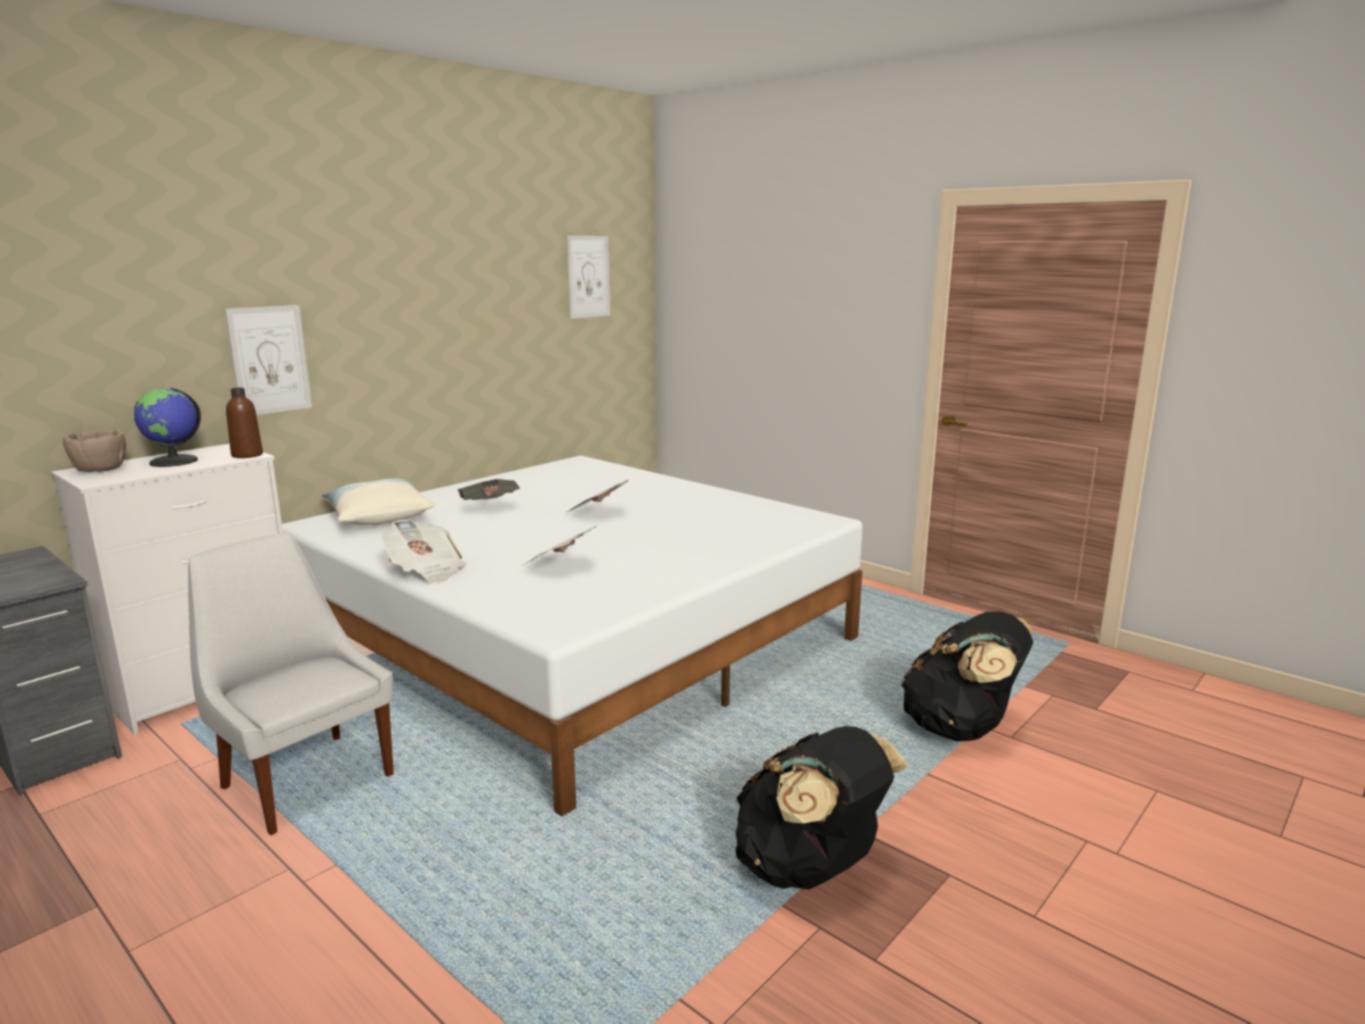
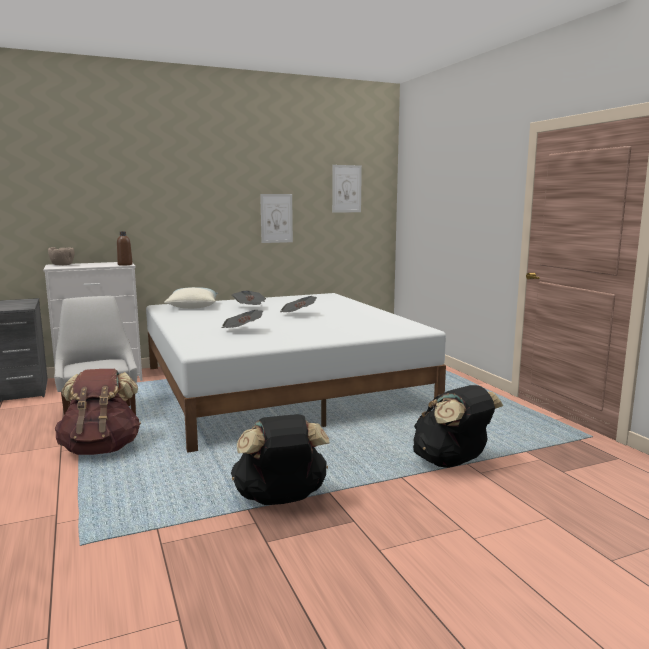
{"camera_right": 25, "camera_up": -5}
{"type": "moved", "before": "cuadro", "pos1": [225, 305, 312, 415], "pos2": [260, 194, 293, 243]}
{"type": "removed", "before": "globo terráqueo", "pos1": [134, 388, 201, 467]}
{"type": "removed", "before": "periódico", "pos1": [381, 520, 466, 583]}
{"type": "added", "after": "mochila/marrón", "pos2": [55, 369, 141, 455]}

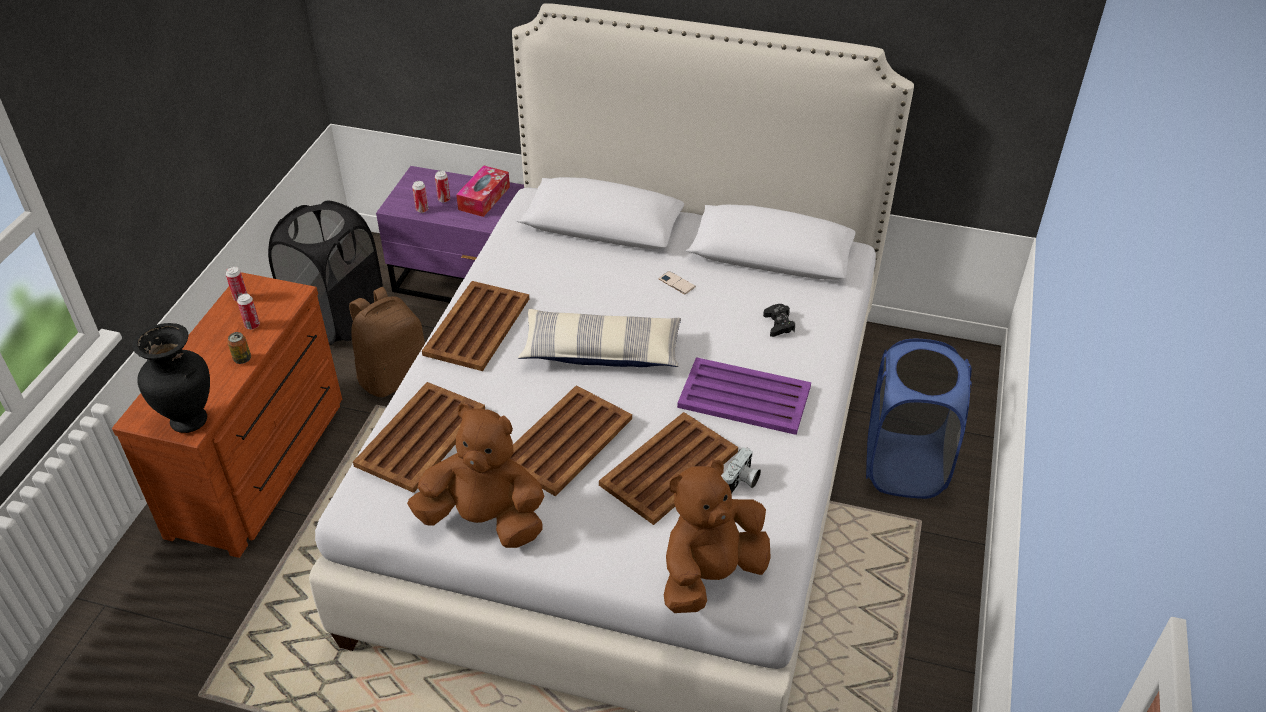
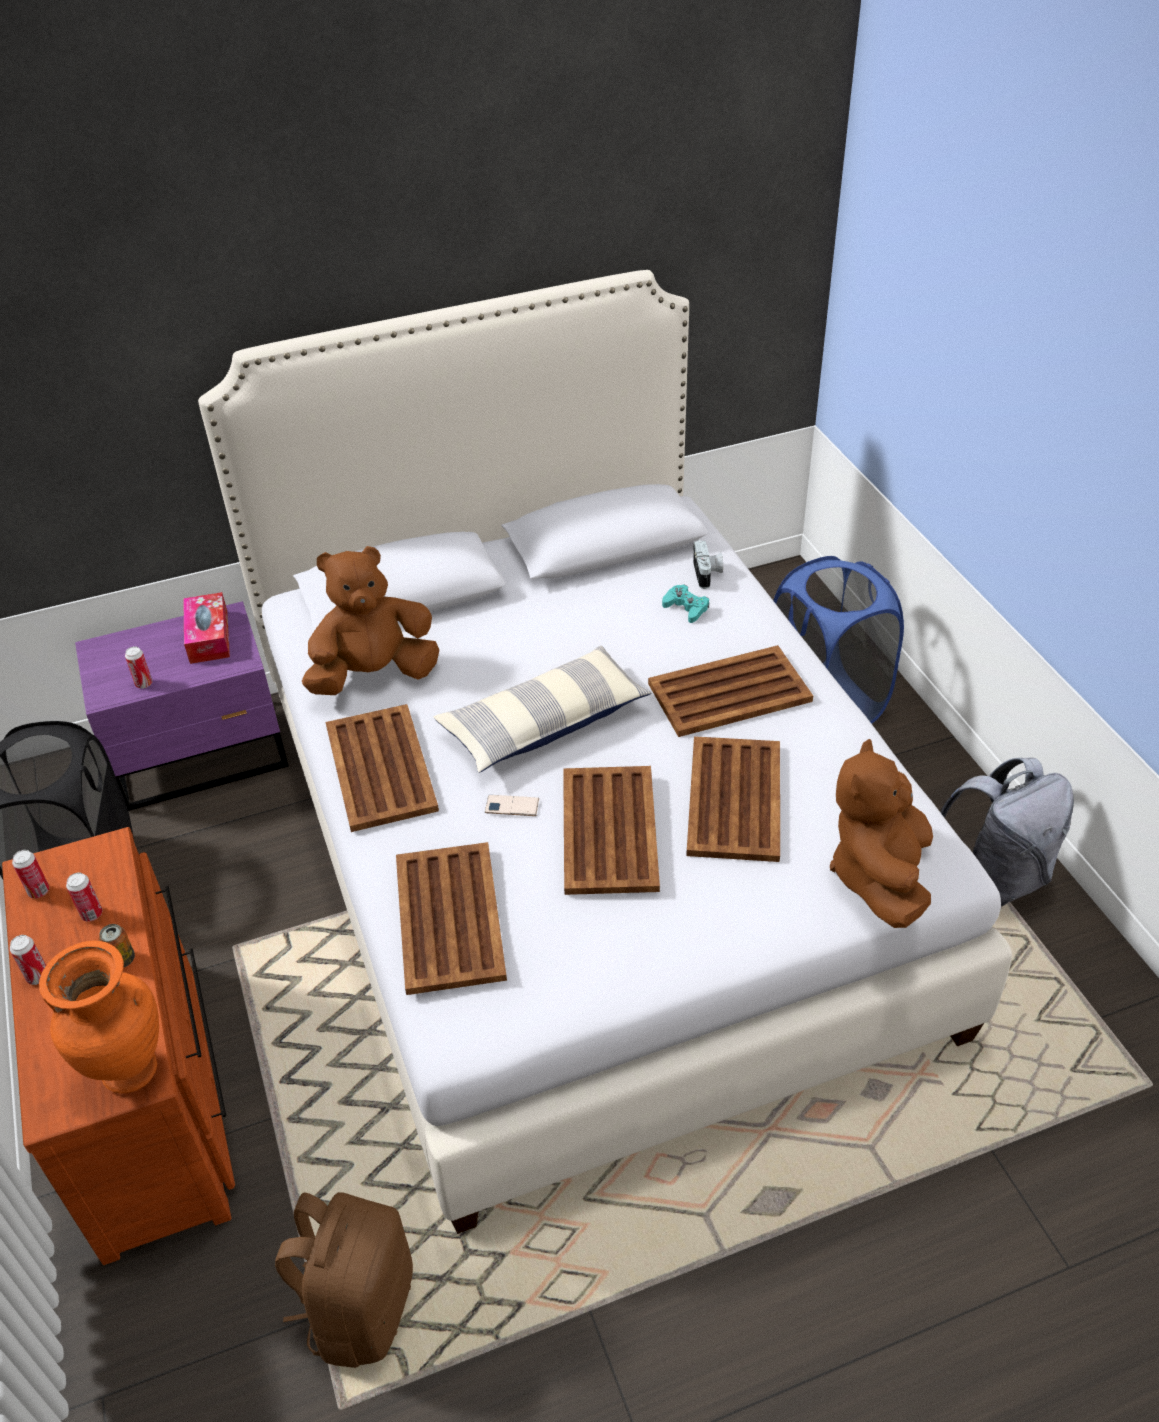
{"camera_right": -35, "camera_up": 0}
{"type": "moved", "before": "lata", "pos1": [435, 171, 450, 203], "pos2": [10, 935, 46, 985]}
{"type": "moved", "before": "móvil", "pos1": [658, 271, 696, 294], "pos2": [485, 795, 539, 816]}
{"type": "moved", "before": "mochila/marrón", "pos1": [349, 287, 425, 397], "pos2": [275, 1192, 413, 1368]}
{"type": "recoloured", "before": "mando de consola/negro", "after": "mando de consola/turquesa", "pos1": [763, 304, 795, 337], "pos2": [662, 585, 709, 623]}
{"type": "recoloured", "before": "florero/negro", "after": "florero/naranja", "pos1": [133, 323, 210, 433], "pos2": [39, 941, 159, 1093]}
{"type": "recoloured", "before": "bandeja/morado", "after": "bandeja/marrón", "pos1": [677, 357, 811, 435], "pos2": [648, 645, 813, 737]}
{"type": "moved", "before": "peluche/marrón", "pos1": [407, 404, 544, 548], "pos2": [302, 546, 439, 695]}
{"type": "moved", "before": "cámara", "pos1": [723, 447, 761, 494], "pos2": [693, 540, 723, 589]}
{"type": "added", "after": "mochila/gris", "pos2": [940, 757, 1074, 907]}

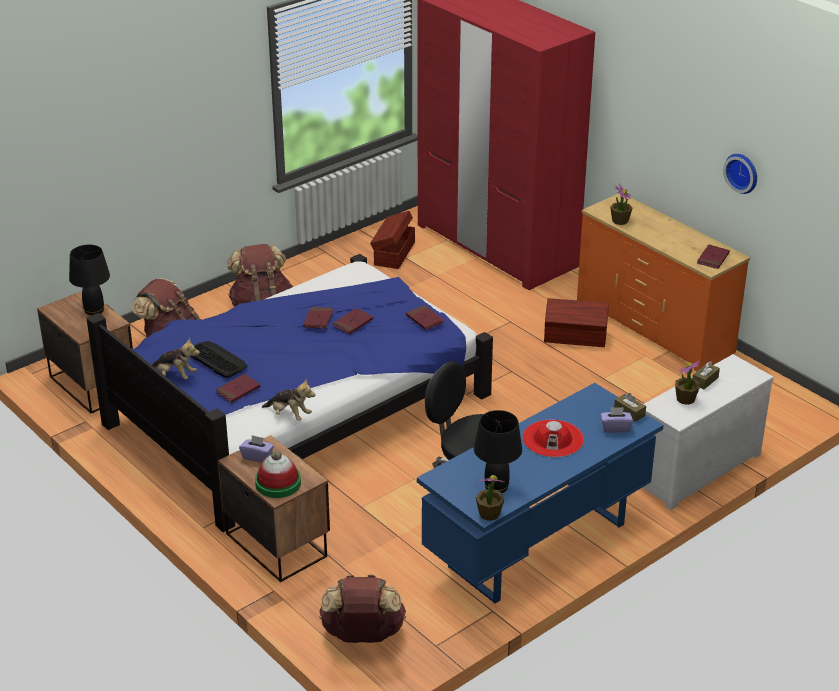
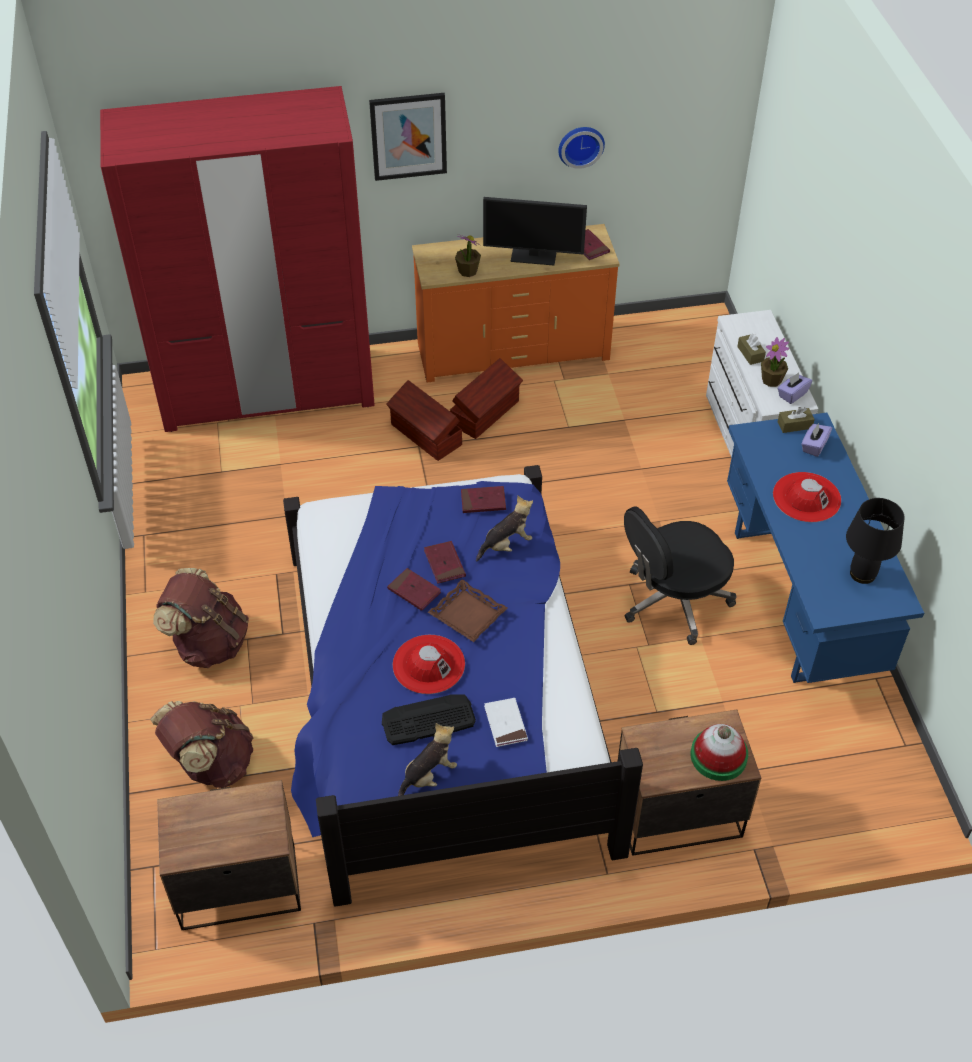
{"camera_right": -60, "camera_up": 15}
{"type": "moved", "before": "caja de almacenaje/marrón", "pos1": [370, 211, 415, 269], "pos2": [387, 380, 462, 461]}
{"type": "removed", "before": "lámpara de mesa/negro", "pos1": [69, 245, 110, 315]}
{"type": "recoloured", "before": "libro/rojo", "after": "libro/blanco", "pos1": [216, 374, 260, 403], "pos2": [484, 698, 528, 747]}
{"type": "moved", "before": "peluche", "pos1": [262, 380, 316, 421], "pos2": [476, 496, 533, 561]}
{"type": "moved", "before": "caja de pañuelos/morado", "pos1": [239, 435, 274, 463], "pos2": [777, 373, 812, 404]}
{"type": "removed", "before": "planta en maceta", "pos1": [476, 475, 505, 521]}
{"type": "removed", "before": "mochila/marrón", "pos1": [319, 575, 406, 643]}
{"type": "added", "after": "cuadro", "pos2": [369, 93, 447, 181]}
{"type": "added", "after": "monitor", "pos2": [483, 197, 587, 266]}
{"type": "added", "after": "bandeja/marrón", "pos2": [428, 579, 507, 642]}
{"type": "added", "after": "sombrero/rojo", "pos2": [393, 635, 465, 694]}

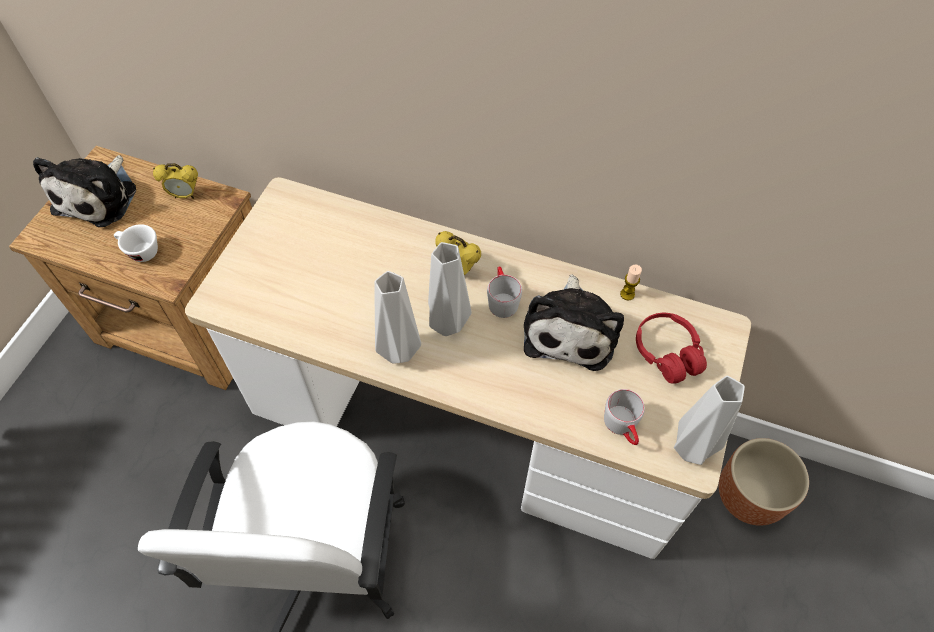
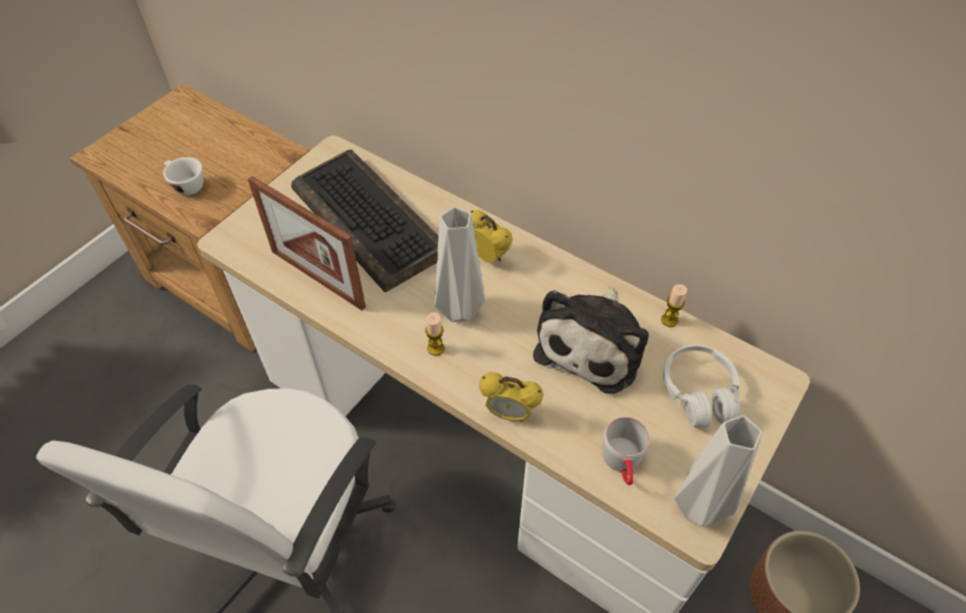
{"camera_right": 15, "camera_up": -5}
{"type": "removed", "before": "peluche", "pos1": [33, 155, 136, 227]}
{"type": "moved", "before": "despertador", "pos1": [153, 163, 198, 199], "pos2": [479, 372, 543, 422]}
{"type": "removed", "before": "taza grande/gris", "pos1": [487, 266, 522, 318]}
{"type": "removed", "before": "florero/gris", "pos1": [374, 271, 421, 364]}
{"type": "recoloured", "before": "auriculares/rojo", "after": "auriculares/blanco", "pos1": [636, 313, 707, 384], "pos2": [663, 345, 740, 428]}
{"type": "added", "after": "teclado", "pos2": [291, 149, 438, 292]}
{"type": "added", "after": "portarretratos", "pos2": [248, 176, 366, 310]}
{"type": "added", "after": "vela", "pos2": [425, 312, 445, 356]}

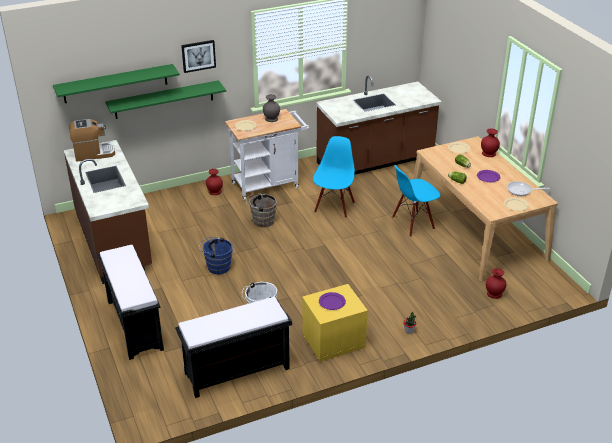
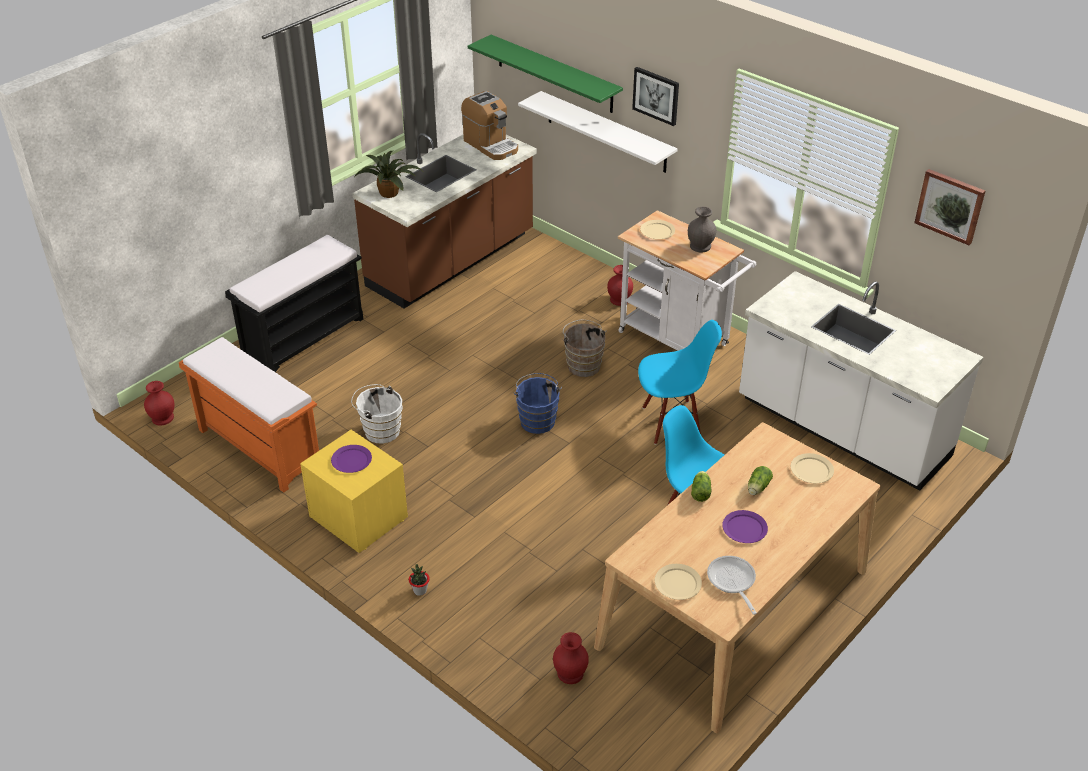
{"camera_right": 65, "camera_up": 5}
{"type": "recoloured", "before": "mueble bajo de cocina/marrón", "after": "mueble bajo de cocina/blanco", "pos1": [316, 76, 442, 174], "pos2": [739, 271, 983, 490]}
{"type": "recoloured", "before": "estante/verde", "after": "estante/blanco", "pos1": [105, 80, 226, 119], "pos2": [518, 91, 678, 173]}
{"type": "moved", "before": "florero/rojo", "pos1": [481, 128, 500, 157], "pos2": [144, 381, 175, 426]}
{"type": "moved", "before": "cubo/azul", "pos1": [199, 237, 233, 274], "pos2": [514, 373, 562, 434]}
{"type": "recoloured", "before": "banco/negro", "after": "banco/naranja", "pos1": [175, 297, 292, 398], "pos2": [179, 337, 319, 493]}
{"type": "added", "after": "planta en maceta", "pos2": [355, 151, 422, 198]}
{"type": "added", "after": "cuadro", "pos2": [914, 169, 985, 245]}

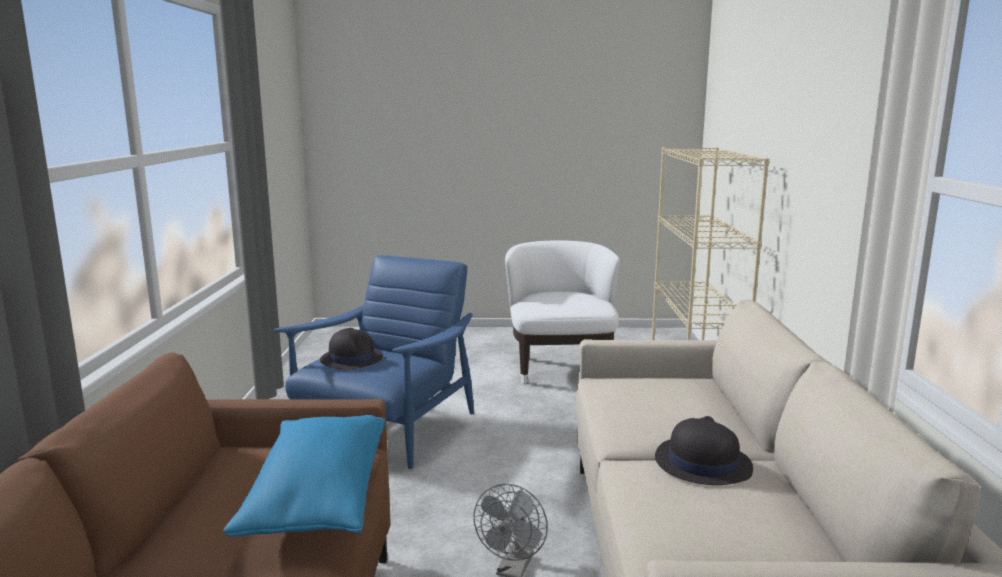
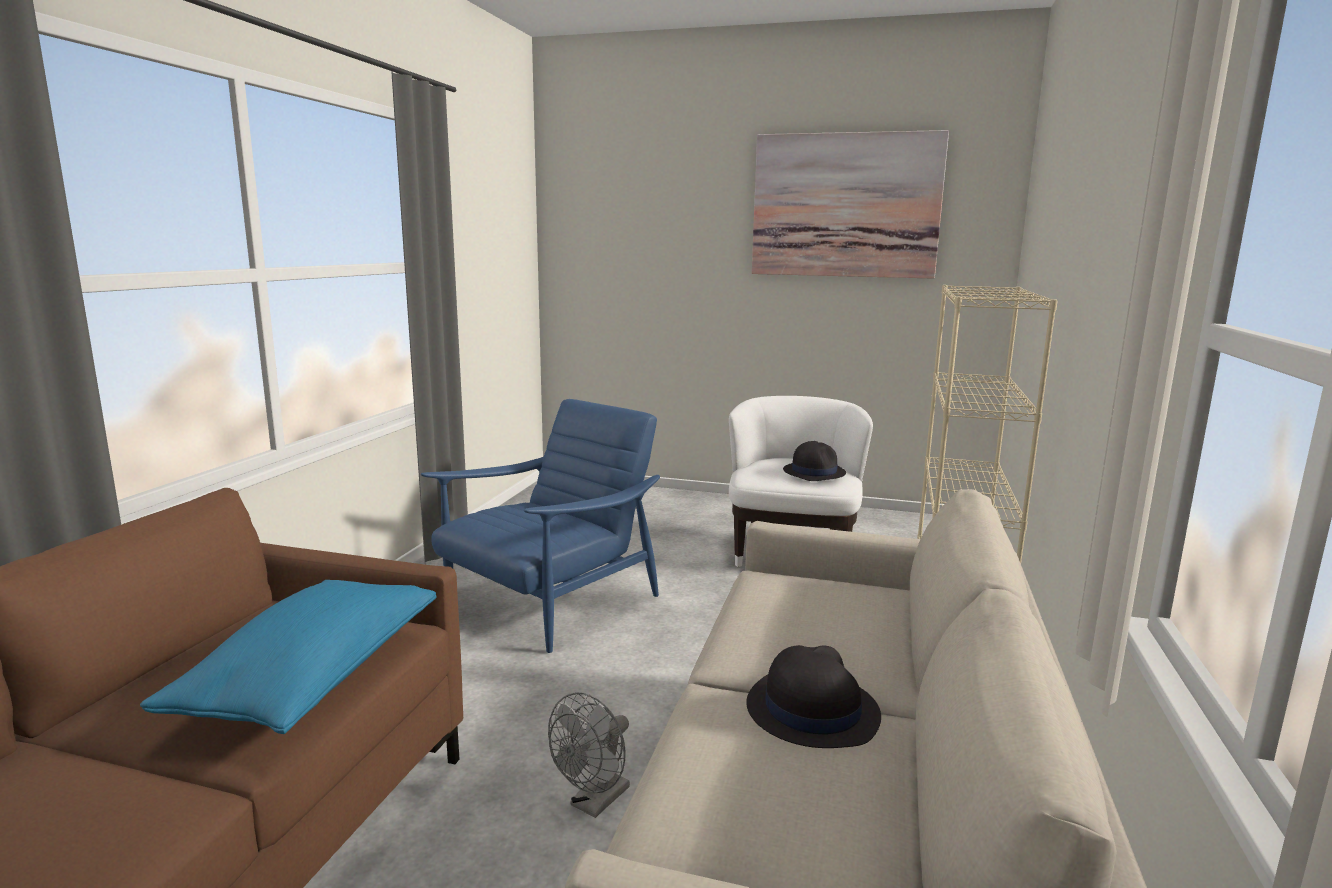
{"camera_right": 15, "camera_up": 0}
{"type": "moved", "before": "sombrero/negro", "pos1": [320, 328, 383, 370], "pos2": [783, 441, 846, 481]}
{"type": "added", "after": "cuadro", "pos2": [752, 130, 949, 279]}

